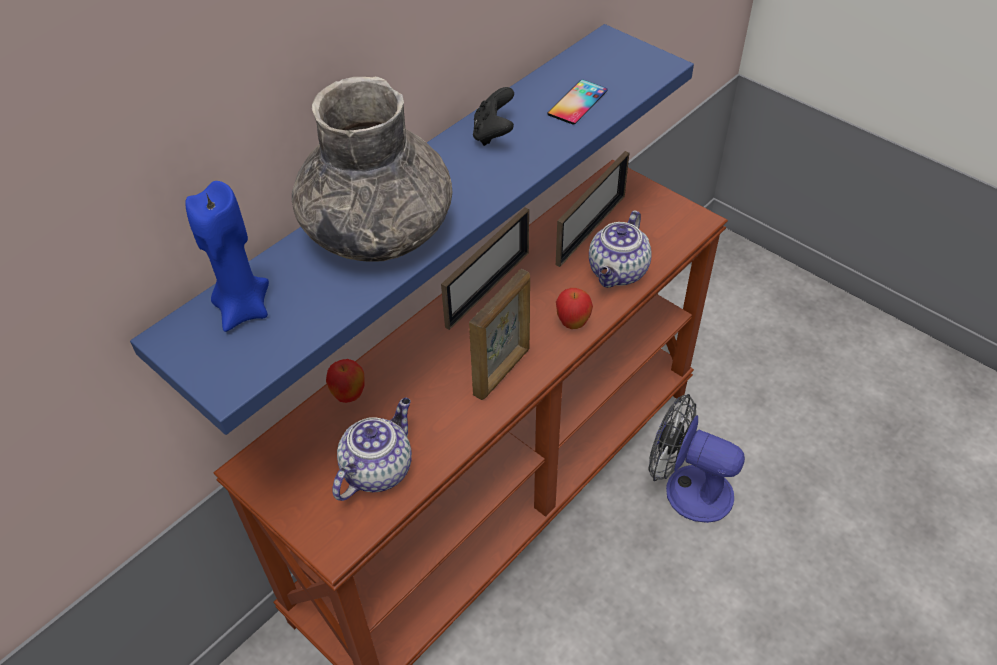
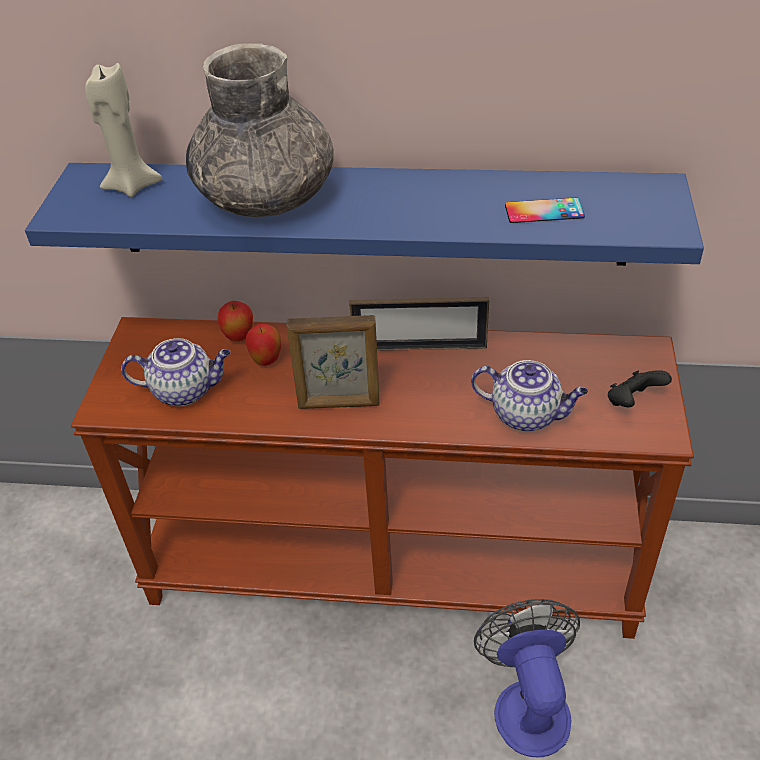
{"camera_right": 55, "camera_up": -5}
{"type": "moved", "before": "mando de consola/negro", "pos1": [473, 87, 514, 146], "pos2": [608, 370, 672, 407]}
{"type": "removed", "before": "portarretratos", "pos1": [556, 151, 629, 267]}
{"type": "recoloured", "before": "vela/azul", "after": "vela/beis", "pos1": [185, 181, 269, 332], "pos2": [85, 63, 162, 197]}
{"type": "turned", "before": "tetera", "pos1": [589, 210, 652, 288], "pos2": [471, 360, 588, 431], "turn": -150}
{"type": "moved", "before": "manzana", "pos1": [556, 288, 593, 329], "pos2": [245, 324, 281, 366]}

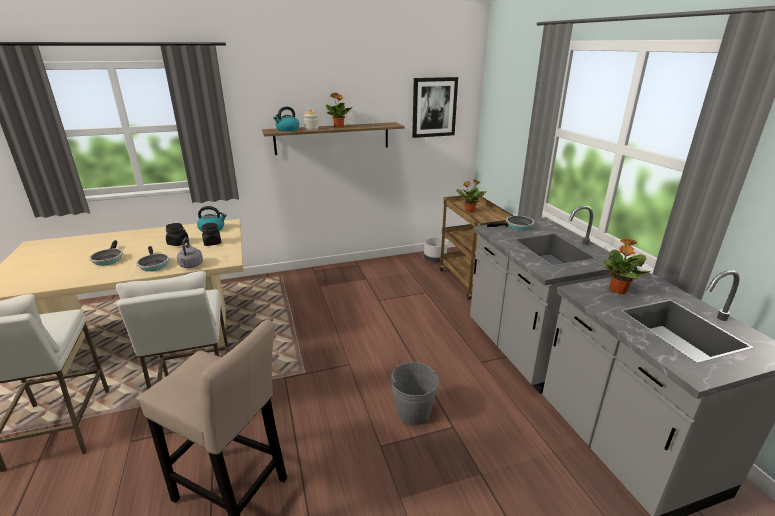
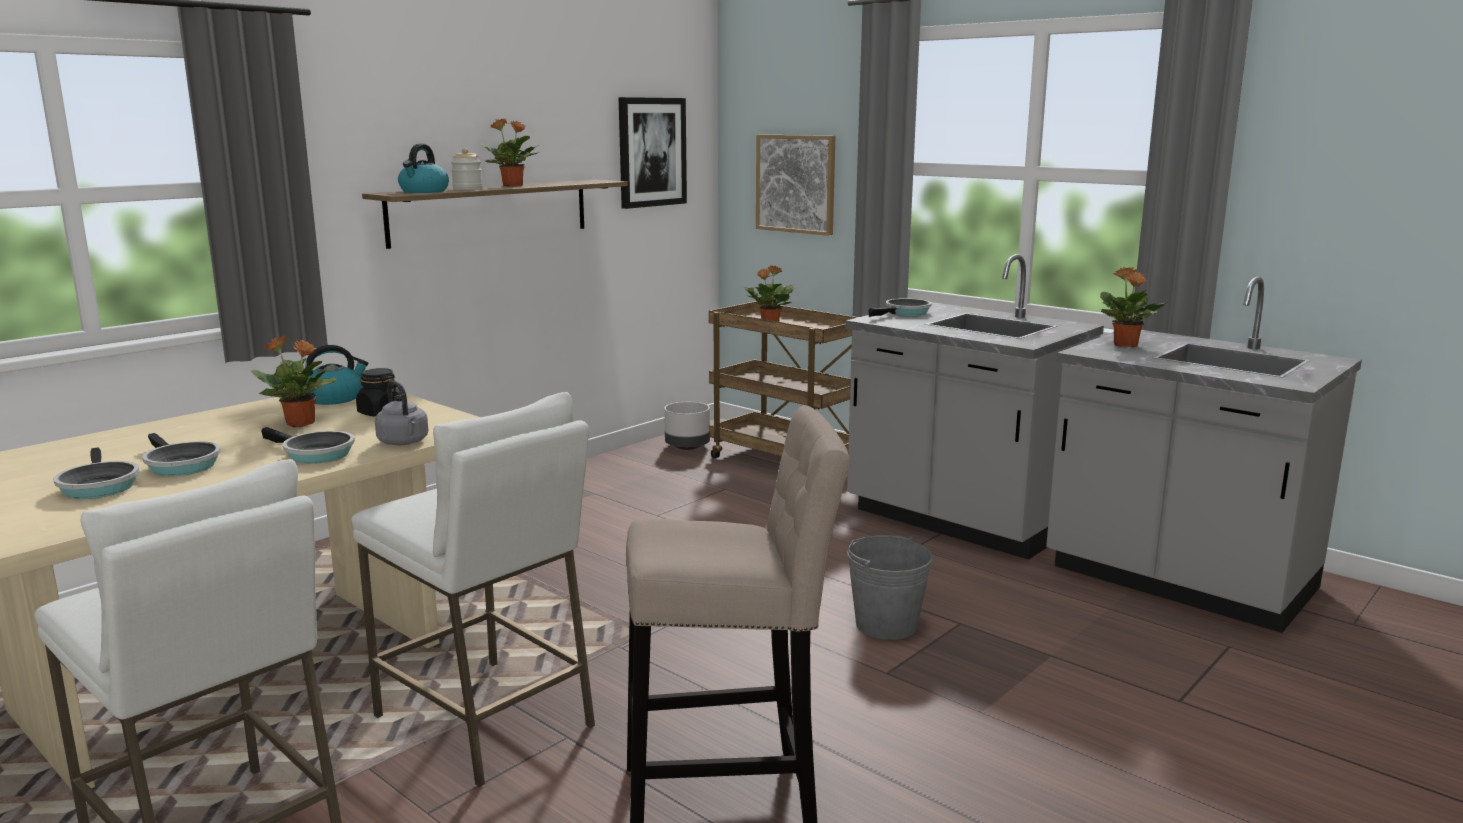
{"camera_right": -30, "camera_up": -10}
{"type": "replaced", "before": "tarro/negro", "after": "planta en maceta", "pos1": [166, 223, 189, 246], "pos2": [251, 336, 338, 427]}
{"type": "added", "after": "cuadro", "pos2": [756, 134, 835, 236]}
{"type": "added", "after": "sartén", "pos2": [53, 447, 139, 499]}

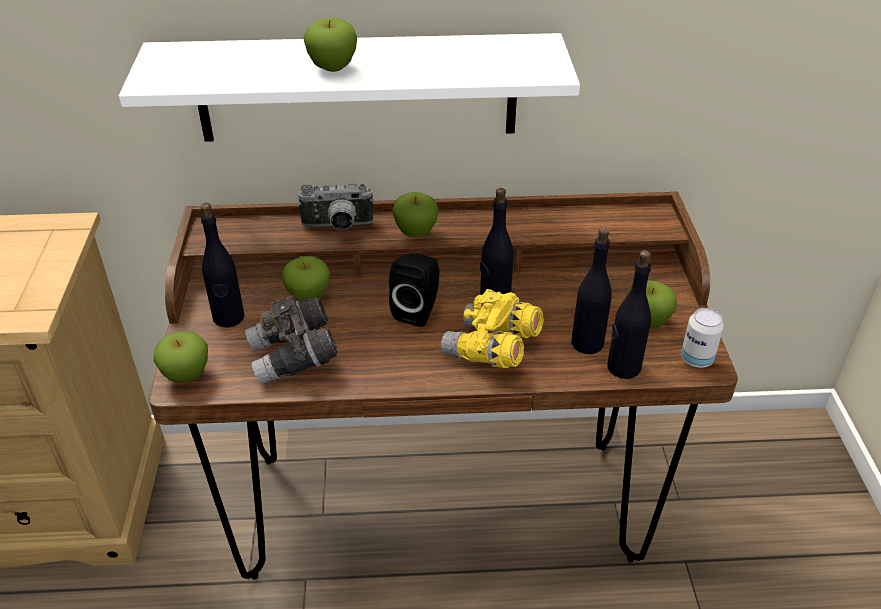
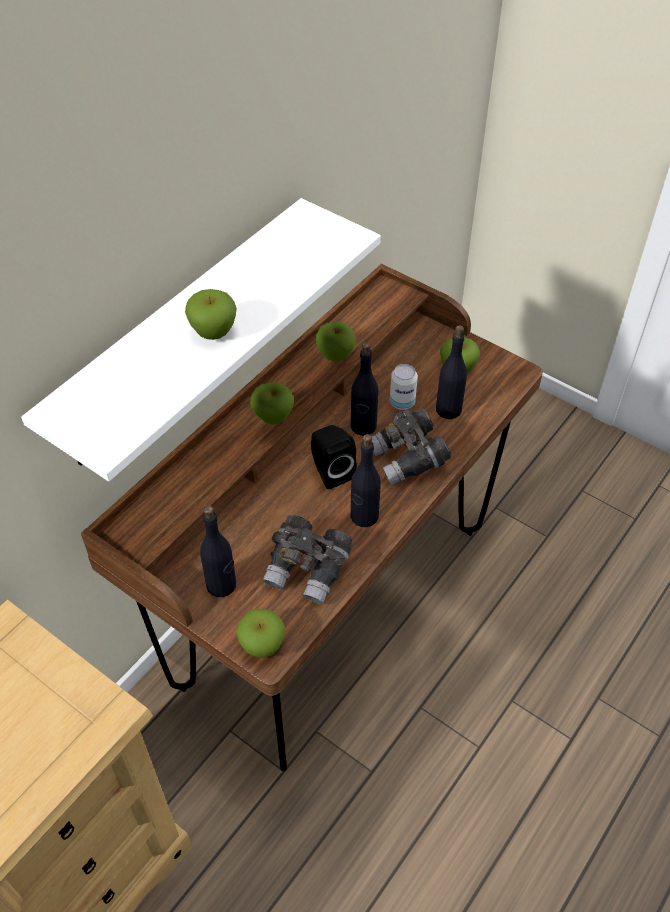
{"camera_right": -50, "camera_up": 10}
{"type": "removed", "before": "cámara", "pos1": [298, 183, 374, 230]}
{"type": "moved", "before": "botella/negro", "pos1": [607, 250, 651, 379], "pos2": [351, 434, 381, 527]}
{"type": "moved", "before": "manzana", "pos1": [282, 256, 330, 301], "pos2": [316, 322, 356, 362]}
{"type": "recoloured", "before": "prismáticos/amarillo", "after": "prismáticos/gris", "pos1": [441, 289, 544, 368], "pos2": [372, 408, 451, 486]}
{"type": "moved", "before": "lata", "pos1": [681, 308, 724, 368], "pos2": [390, 364, 418, 410]}

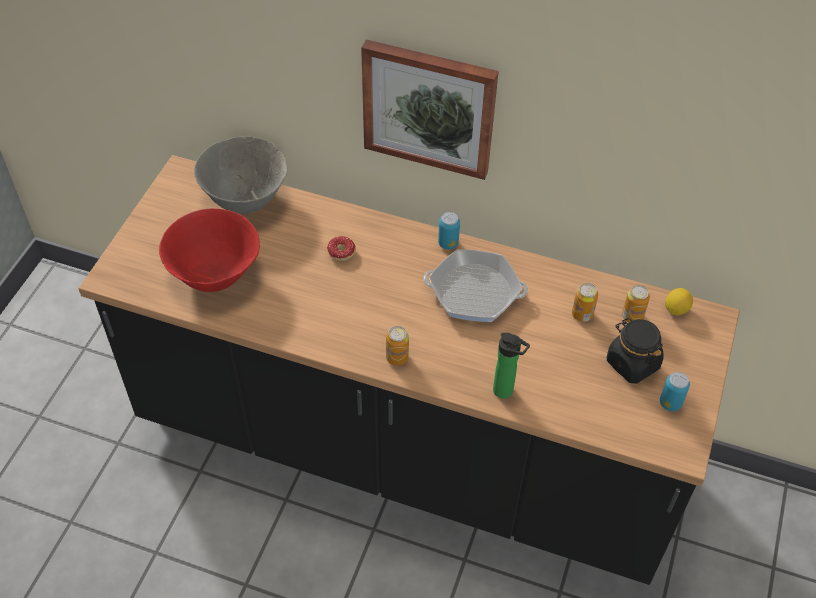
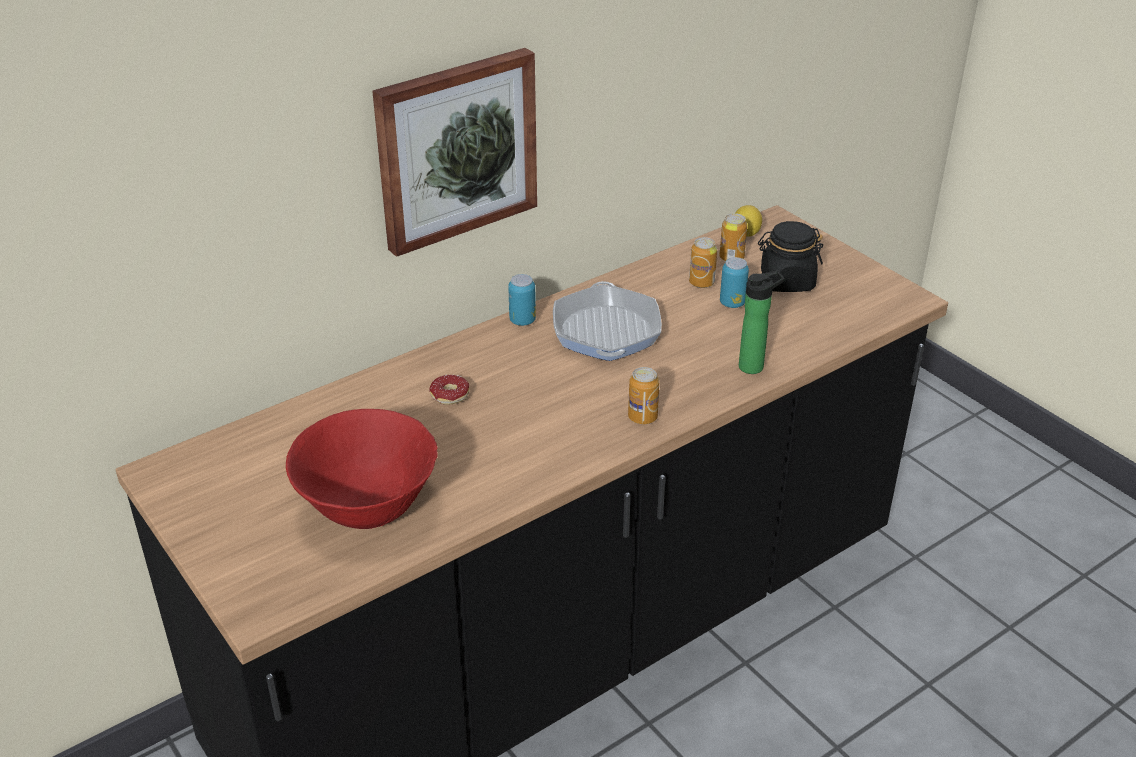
{"camera_right": -55, "camera_up": -15}
{"type": "removed", "before": "cuenco/gris", "pos1": [194, 136, 287, 214]}
{"type": "turned", "before": "sartén", "pos1": [423, 249, 528, 322], "pos2": [553, 281, 662, 361], "turn": -45}
{"type": "moved", "before": "lata", "pos1": [660, 372, 690, 411], "pos2": [720, 257, 749, 308]}

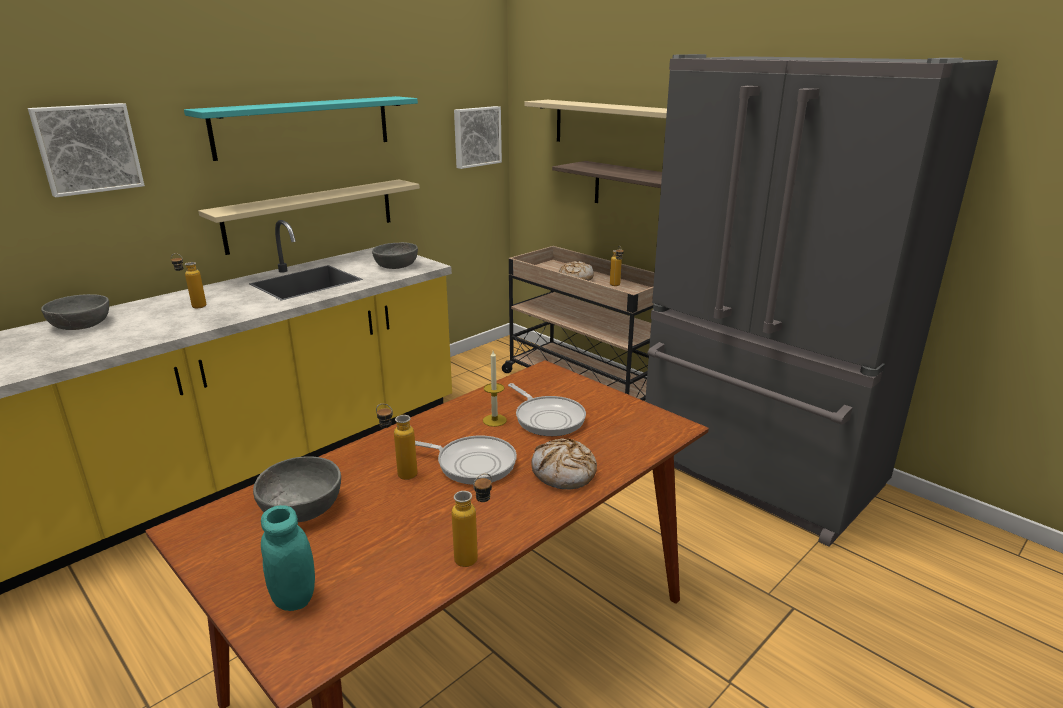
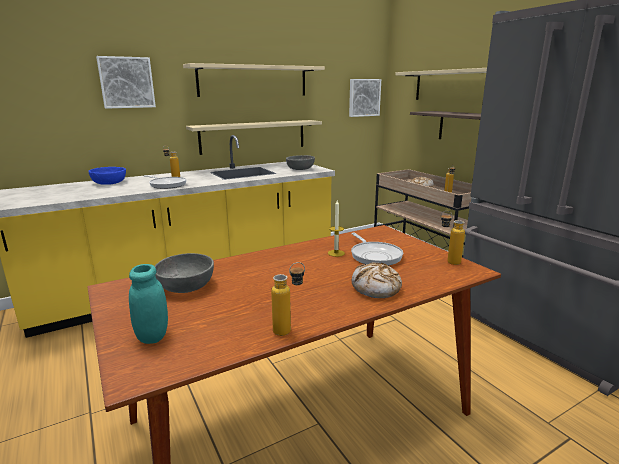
{"camera_right": 15, "camera_up": -5}
{"type": "recoloured", "before": "estante/turquesa", "after": "estante/beis", "pos1": [184, 96, 418, 161], "pos2": [183, 63, 325, 97]}
{"type": "recoloured", "before": "cuenco/gris", "after": "cuenco/azul", "pos1": [41, 294, 109, 330], "pos2": [88, 167, 126, 185]}
{"type": "moved", "before": "botella", "pos1": [376, 403, 417, 480], "pos2": [441, 211, 465, 265]}
{"type": "moved", "before": "sartén", "pos1": [415, 436, 517, 485], "pos2": [144, 175, 186, 189]}

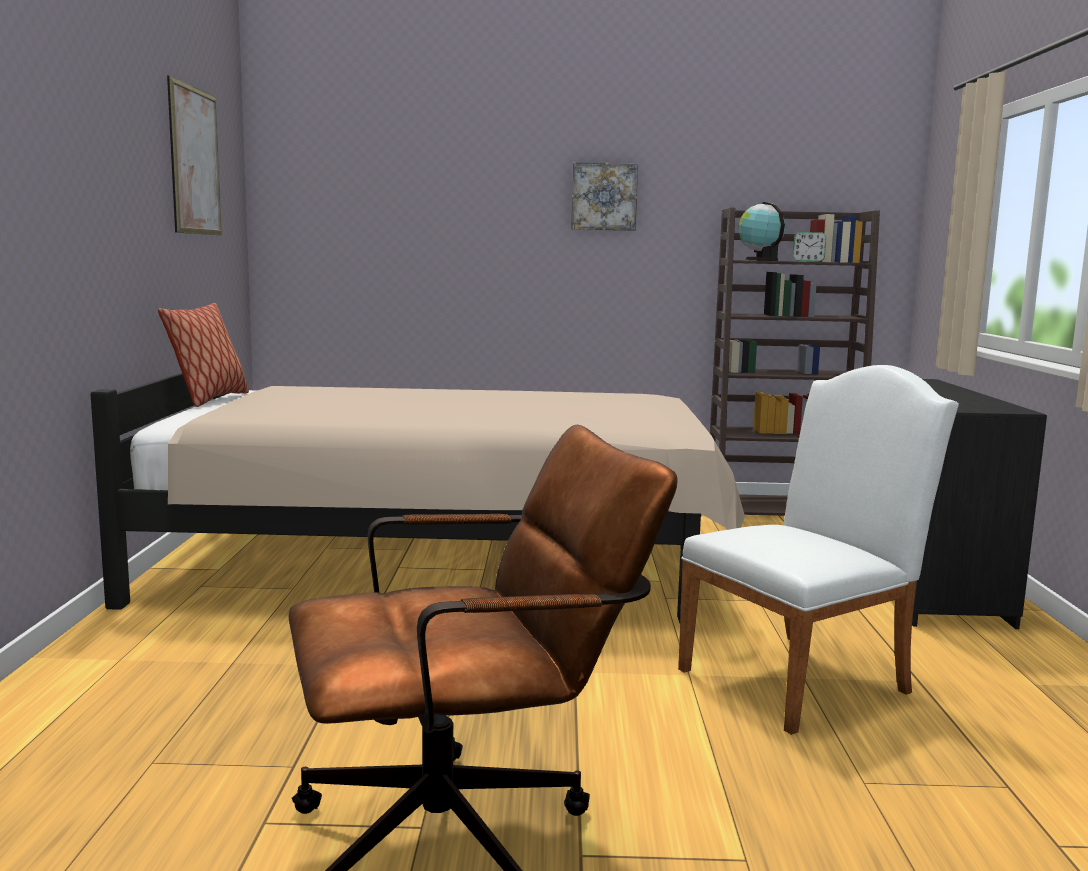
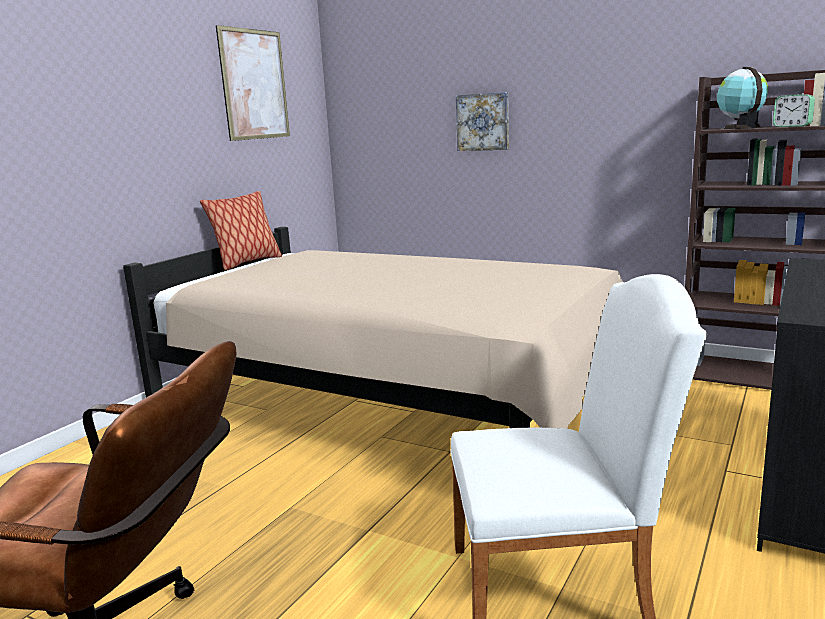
{"camera_right": 30, "camera_up": 5}
{"type": "moved", "before": "cuadro", "pos1": [571, 162, 638, 231], "pos2": [456, 92, 509, 151]}

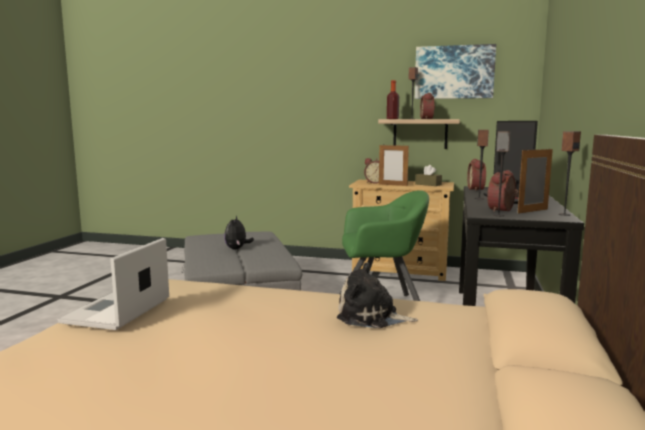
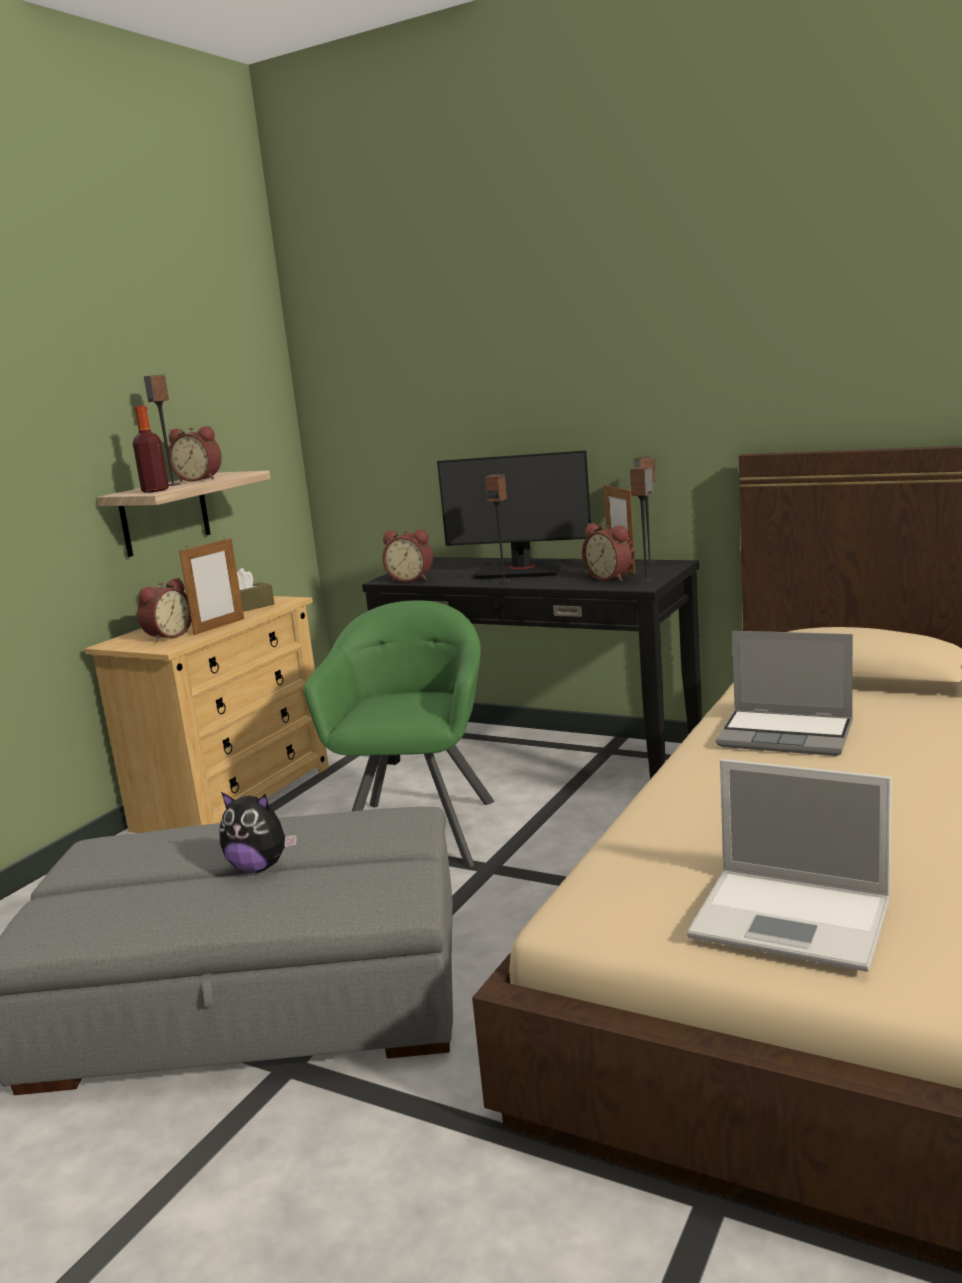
{"camera_right": -75, "camera_up": 5}
{"type": "removed", "before": "cuadro", "pos1": [415, 44, 496, 99]}
{"type": "replaced", "before": "peluche", "after": "portátil", "pos1": [337, 262, 418, 328], "pos2": [716, 631, 853, 756]}

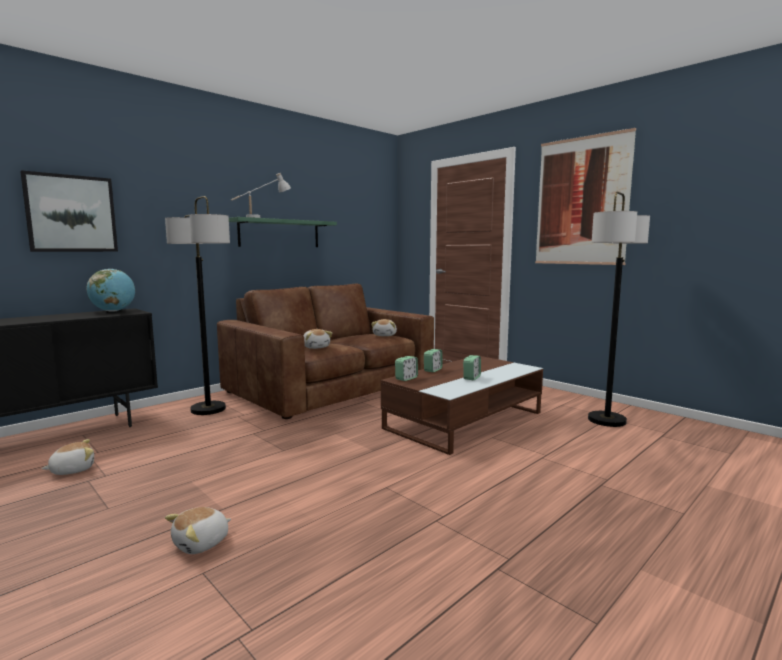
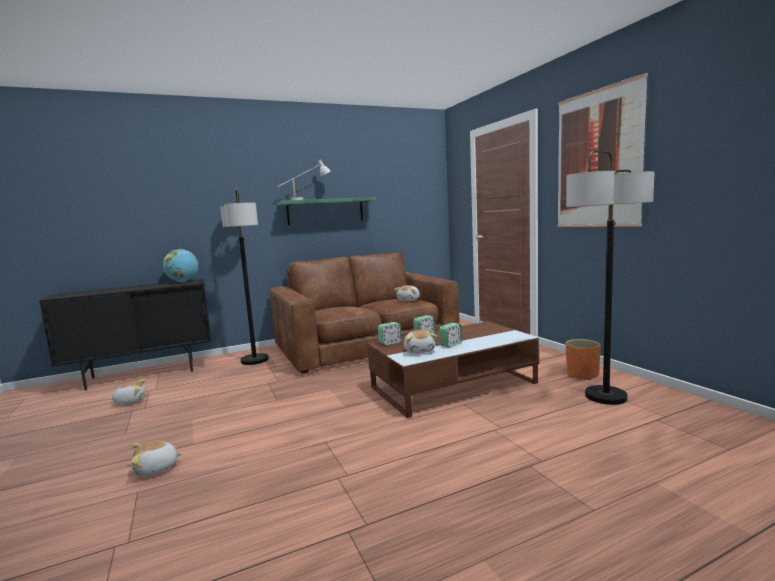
{"camera_right": 20, "camera_up": 0}
{"type": "removed", "before": "cuadro", "pos1": [20, 170, 118, 252]}
{"type": "moved", "before": "peluche", "pos1": [303, 329, 333, 349], "pos2": [404, 330, 437, 353]}
{"type": "added", "after": "maceta/naranja", "pos2": [566, 339, 601, 380]}

